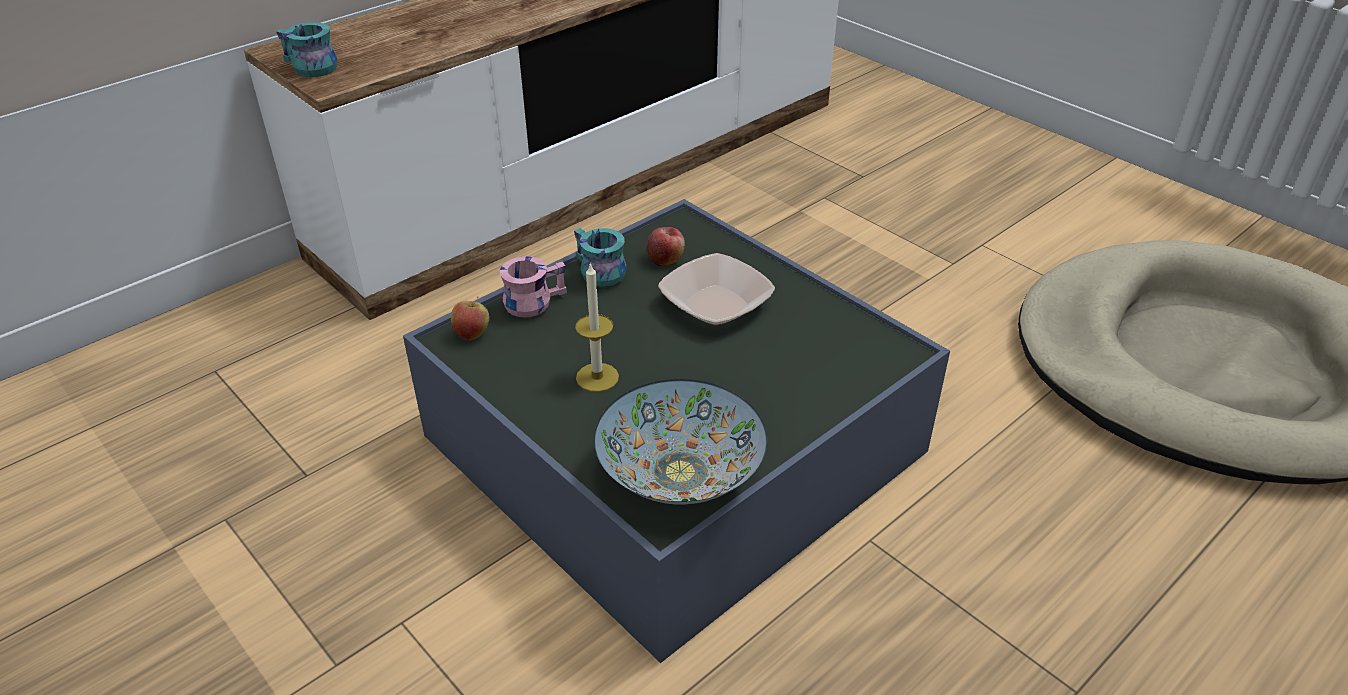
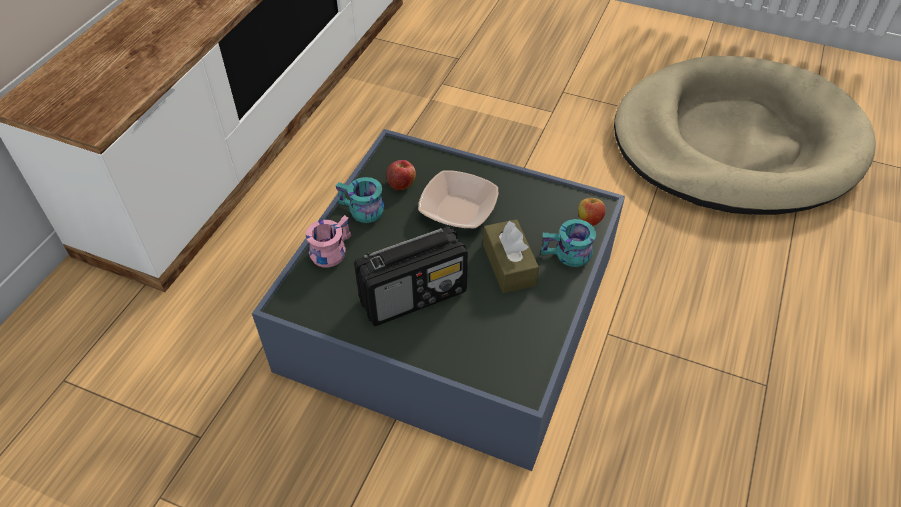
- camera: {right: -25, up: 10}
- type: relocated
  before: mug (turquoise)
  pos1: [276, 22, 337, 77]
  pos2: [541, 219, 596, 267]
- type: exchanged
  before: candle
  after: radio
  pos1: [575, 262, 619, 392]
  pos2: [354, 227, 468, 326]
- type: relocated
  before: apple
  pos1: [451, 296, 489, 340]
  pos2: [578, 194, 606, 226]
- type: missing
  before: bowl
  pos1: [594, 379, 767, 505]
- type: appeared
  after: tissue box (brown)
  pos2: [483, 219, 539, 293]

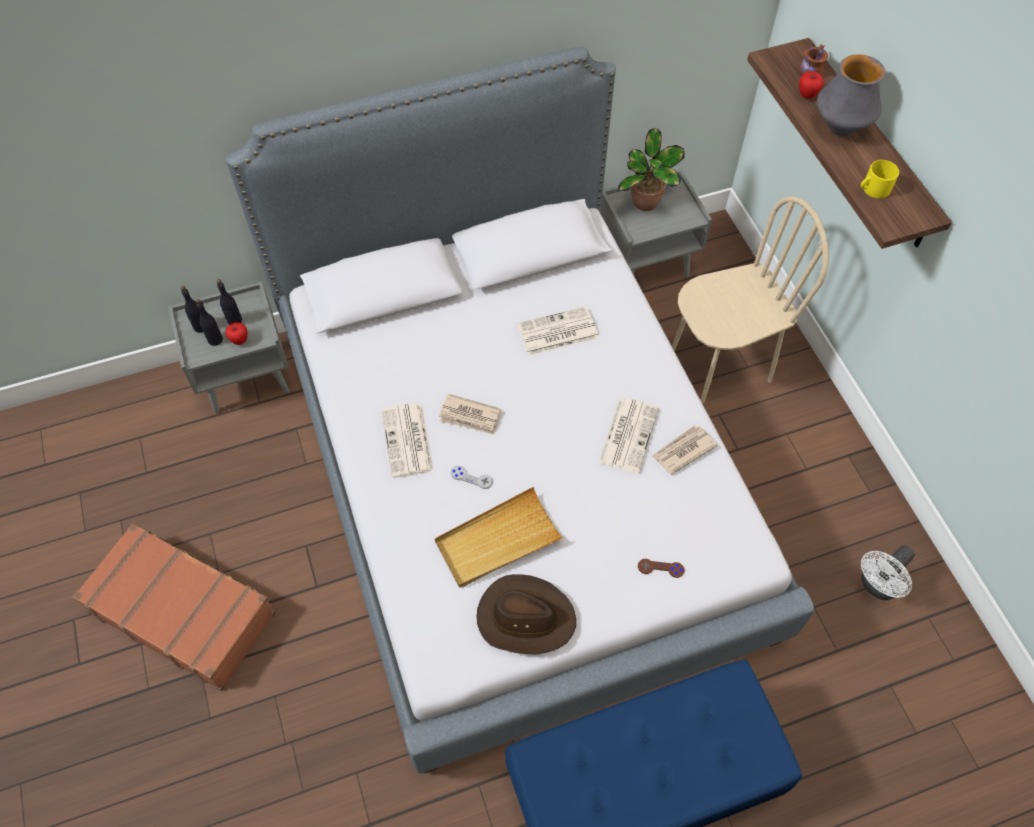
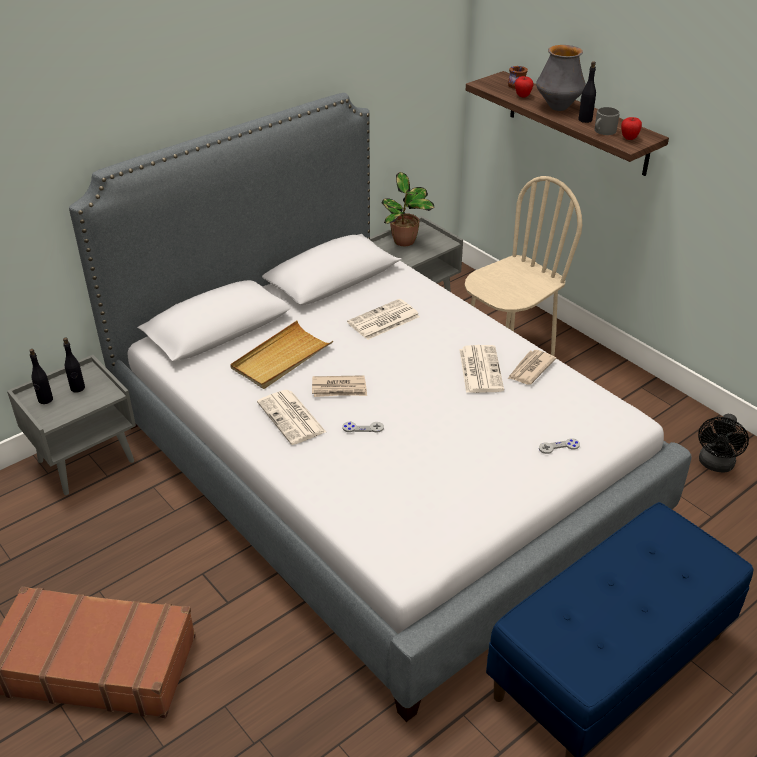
- camera: {right: -20, up: -20}
- type: colour
  before: mug (yellow)
  after: mug (grey)
  pos1: [861, 160, 899, 198]
  pos2: [595, 107, 620, 135]
- type: relocated
  before: bottle (black)
  pos1: [196, 299, 223, 346]
  pos2: [578, 61, 596, 123]
- type: relocated
  before: apple
  pos1: [225, 322, 248, 345]
  pos2: [621, 117, 642, 140]
- type: relocated
  before: tray (beige)
  pos1: [435, 487, 564, 588]
  pos2: [230, 321, 333, 389]
- type: colour
  before: fan (white)
  after: fan (black)
  pos1: [861, 545, 915, 600]
  pos2: [698, 414, 749, 473]
- type: colour
  before: game controller (brown)
  after: game controller (grey)
  pos1: [638, 559, 684, 578]
  pos2: [539, 438, 580, 454]
- type: missing
  before: hat (brown)
  pos1: [476, 574, 576, 655]

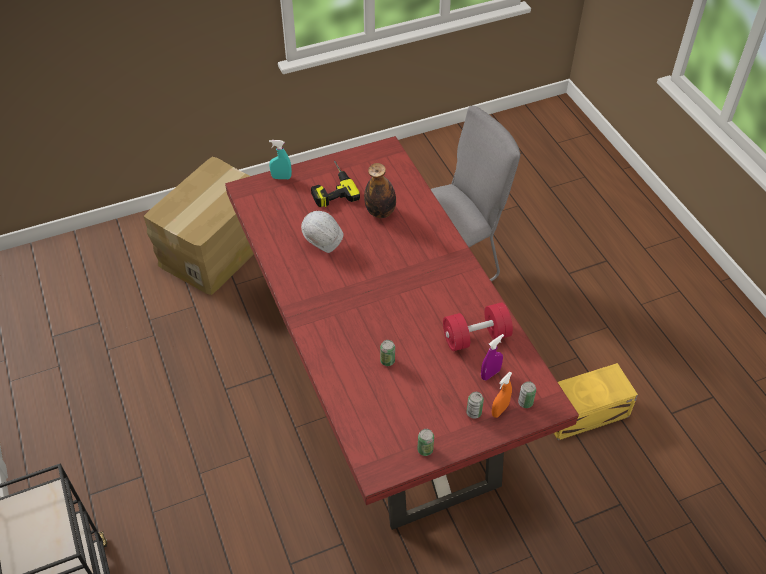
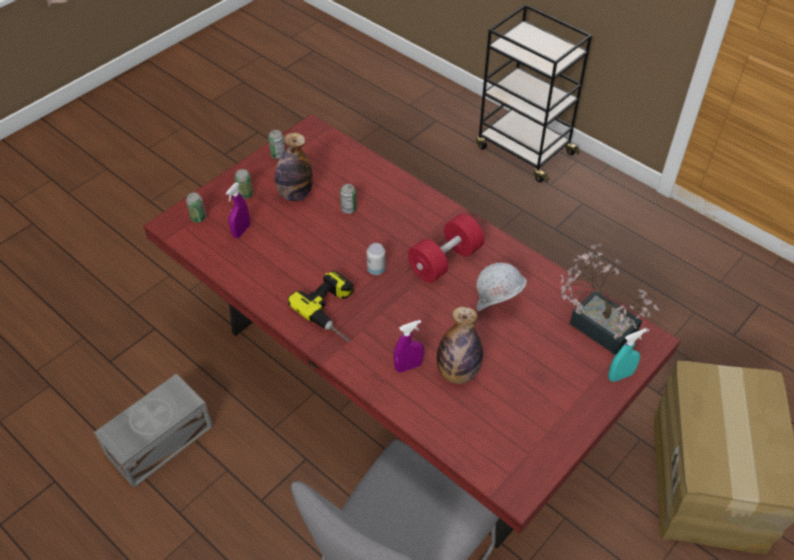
- camera: {right: 155, up: 0}
- type: relocated
  before: power drill
  pos1: [311, 161, 360, 207]
  pos2: [288, 271, 354, 342]
- type: relocated
  before: dumbbell (red)
  pos1: [443, 302, 513, 351]
  pos2: [407, 214, 484, 283]
- type: colour
  before: storage box (yellow)
  after: storage box (grey)
  pos1: [554, 363, 638, 440]
  pos2: [94, 374, 213, 488]
- type: missing
  before: spray bottle (orange)
  pos1: [492, 372, 512, 418]
- type: appeared
  after: bottle
  pos2: [275, 133, 313, 201]
- type: appeared
  after: can
  pos2: [367, 243, 386, 275]
- type: appeared
  after: potted plant
  pos2: [560, 244, 659, 355]
- type: appeared
  after: spray bottle (purple)
  pos2: [394, 320, 424, 373]

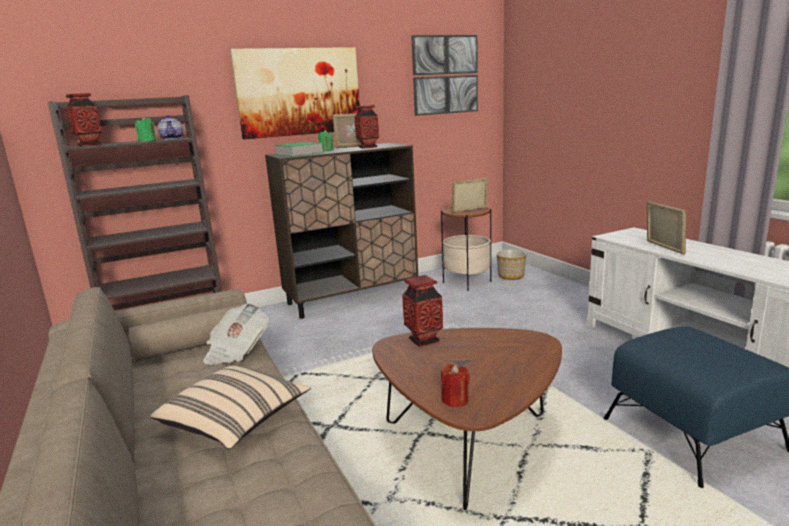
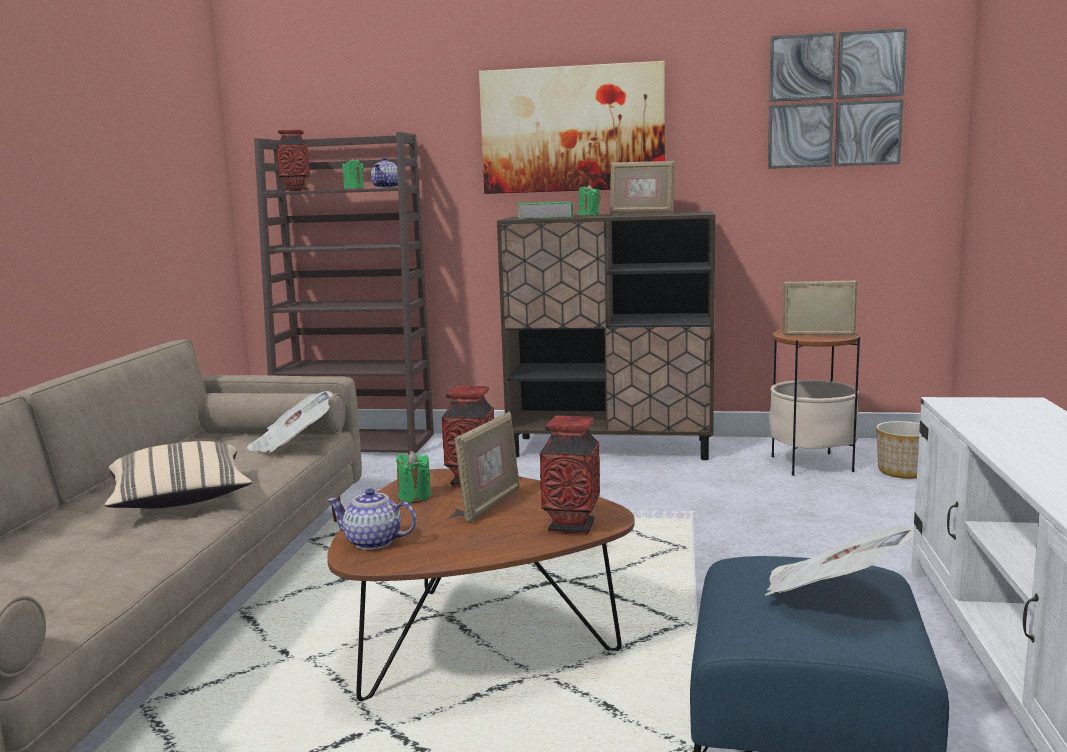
- camera: {right: 35, up: -5}
- type: relocated
  before: vase
  pos1: [354, 105, 379, 149]
  pos2: [540, 416, 600, 535]
- type: relocated
  before: picture frame
  pos1: [647, 201, 686, 255]
  pos2: [454, 411, 520, 524]
- type: exchanged
  before: candle (red)
  after: teapot
  pos1: [441, 364, 470, 407]
  pos2: [327, 488, 417, 550]
- type: appeared
  after: candle (green)
  pos2: [396, 451, 431, 503]
- type: appeared
  after: newspaper
  pos2: [765, 525, 914, 596]

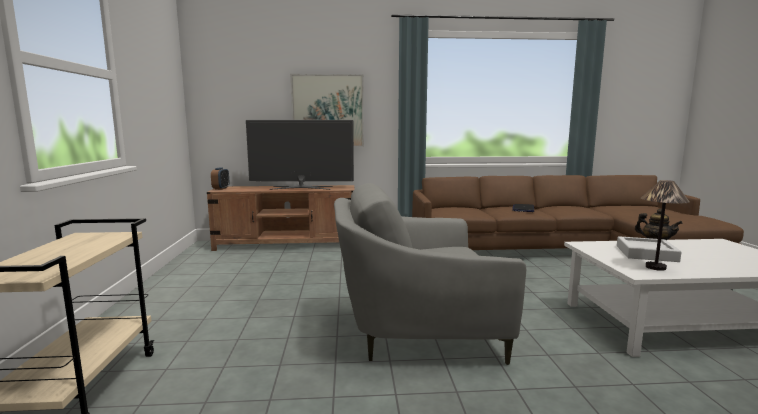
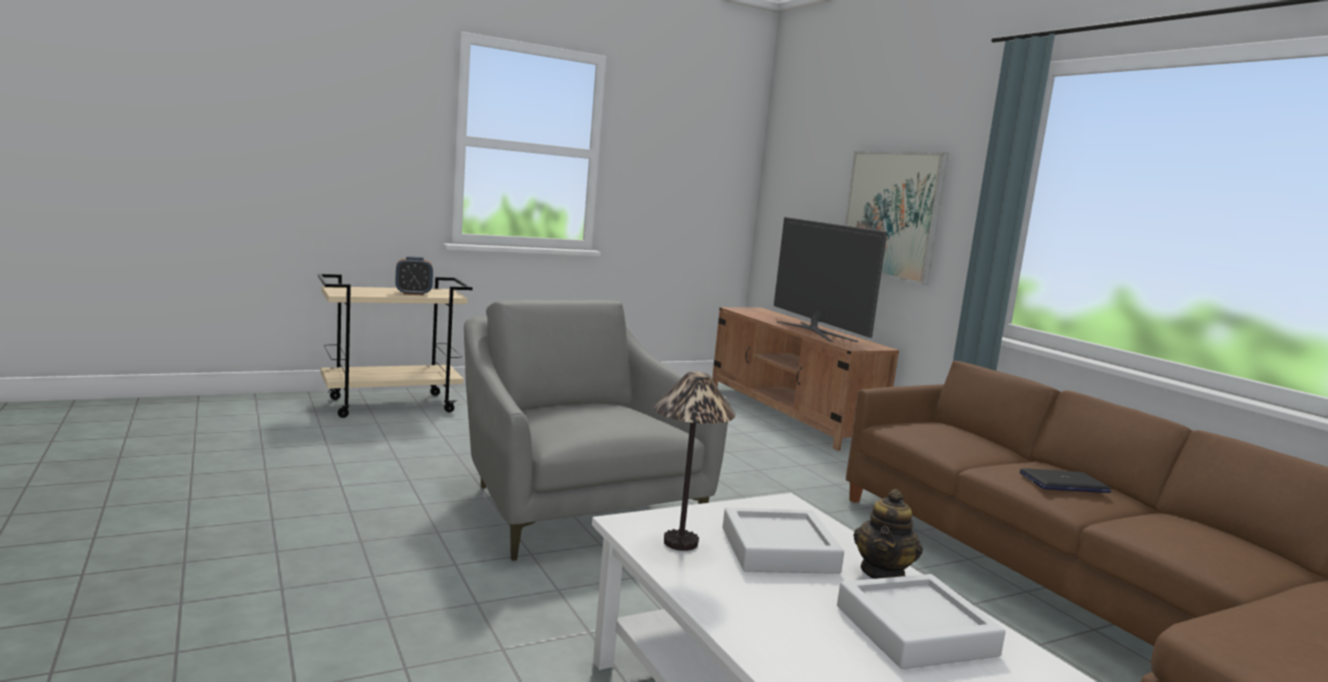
- camera: {right: 65, up: 0}
- type: relocated
  before: alarm clock
  pos1: [211, 167, 229, 190]
  pos2: [395, 256, 433, 296]
- type: appeared
  after: tray (grey)
  pos2: [837, 574, 1006, 669]

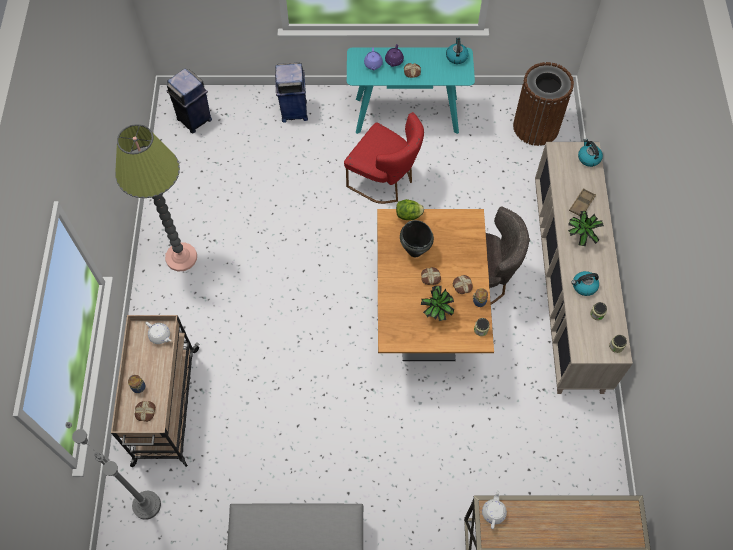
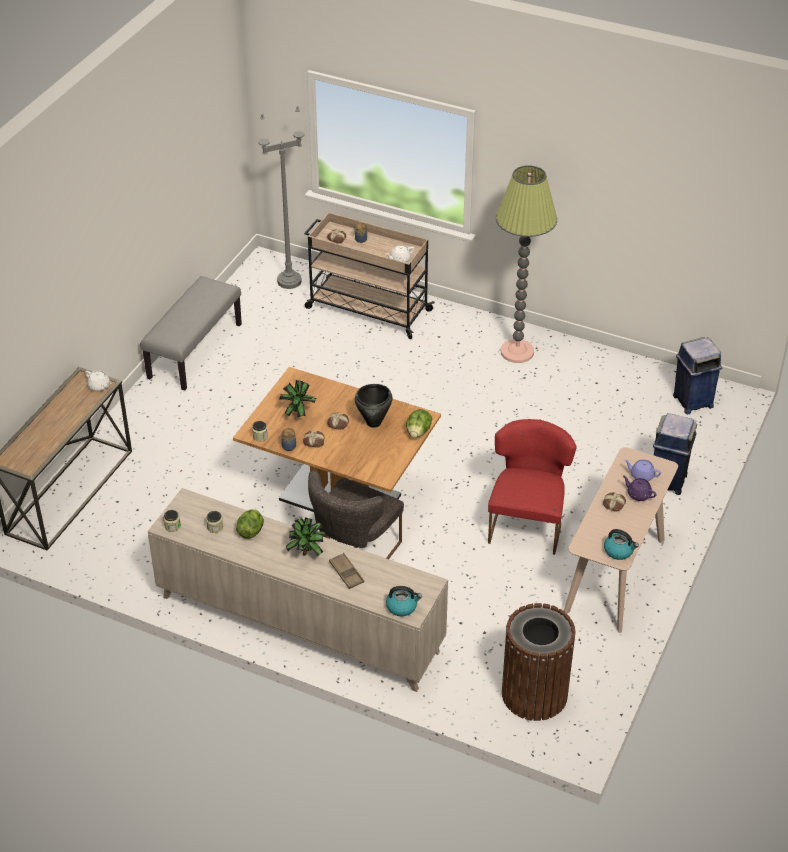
- camera: {right: 115, up: -20}
- type: colour
  before: console table (turquoise)
  after: console table (beige)
  pos1: [347, 48, 475, 134]
  pos2: [564, 447, 678, 633]
- type: spun
  before: chair (red)
  pos1: [344, 112, 424, 204]
  pos2: [488, 419, 576, 555]
  turn: 135
- type: exchanged
  before: kettle
  after: lettuce
  pos1: [571, 271, 599, 296]
  pos2: [236, 509, 264, 539]

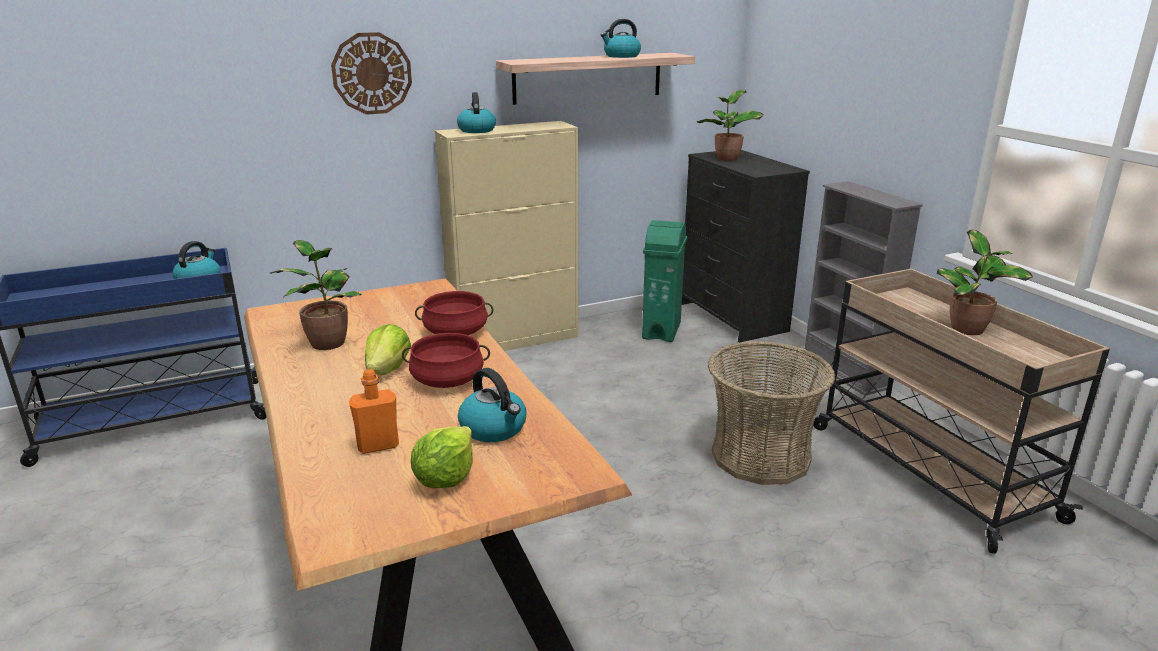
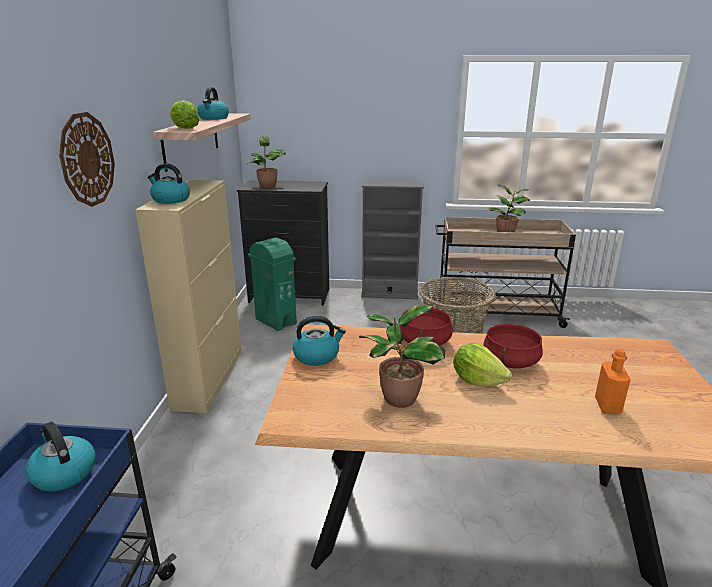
- camera: {right: -60, up: 0}
- type: relocated
  before: kettle
  pos1: [458, 368, 527, 442]
  pos2: [292, 316, 346, 366]
- type: relocated
  before: lettuce
  pos1: [411, 426, 473, 488]
  pos2: [170, 100, 200, 129]

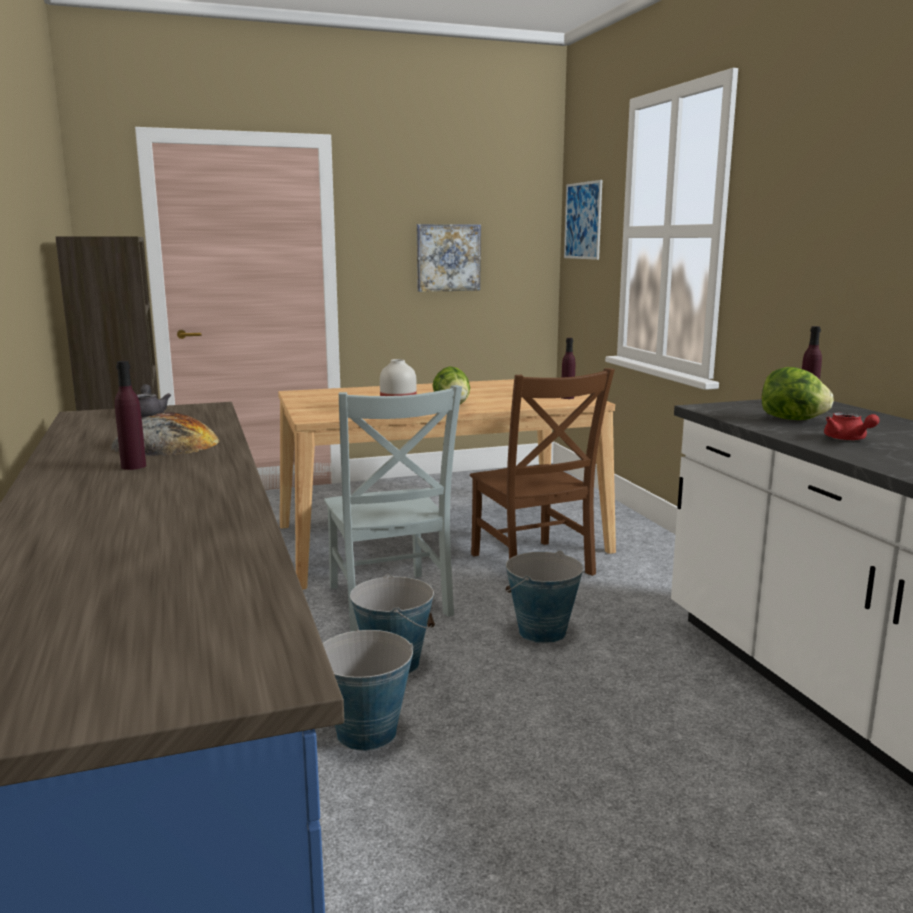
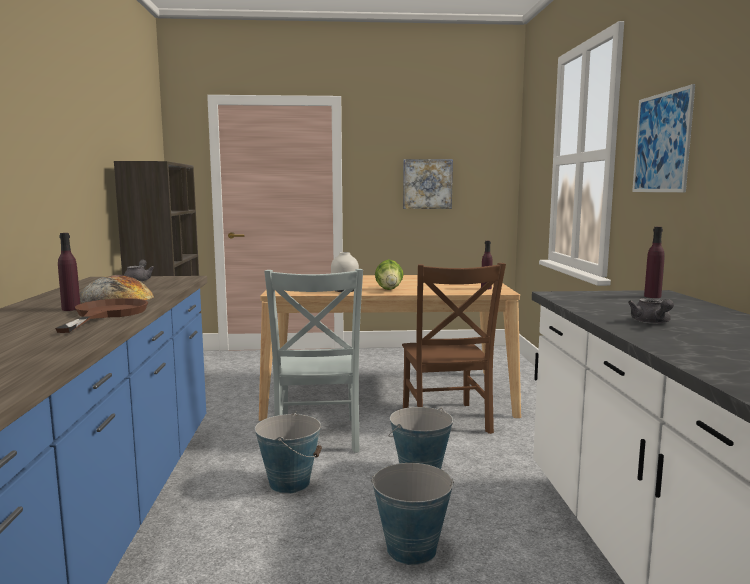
- camera: {right: 15, up: -5}
- type: relocated
  before: picture
  pos1: [564, 180, 602, 260]
  pos2: [632, 84, 695, 192]
- type: missing
  before: lettuce
  pos1: [762, 367, 834, 420]
- type: colour
  before: teapot (red)
  after: teapot (grey)
  pos1: [824, 412, 880, 441]
  pos2: [628, 298, 674, 324]
- type: relocated
  before: bucket
  pos1: [323, 630, 414, 751]
  pos2: [371, 463, 454, 565]
- type: appeared
  after: frying pan (brown)
  pos2: [55, 298, 148, 333]

